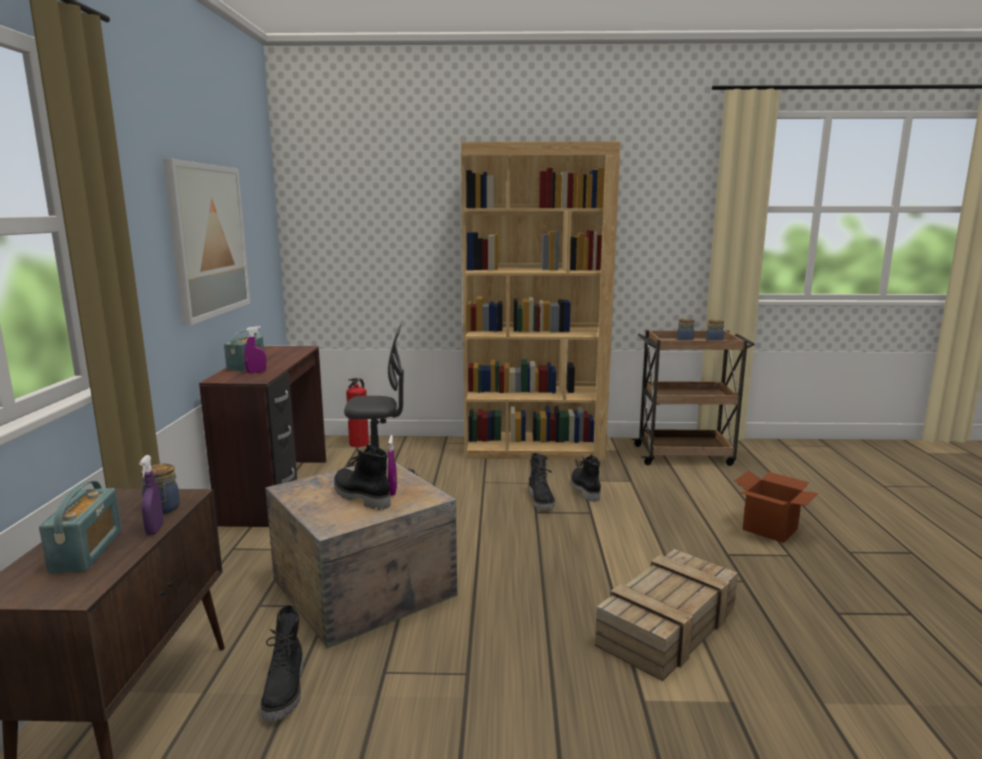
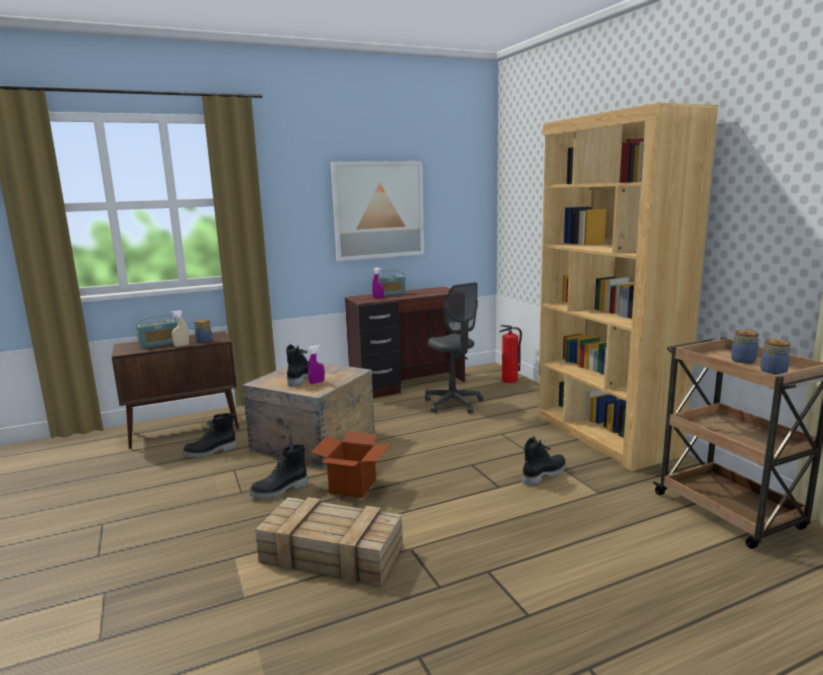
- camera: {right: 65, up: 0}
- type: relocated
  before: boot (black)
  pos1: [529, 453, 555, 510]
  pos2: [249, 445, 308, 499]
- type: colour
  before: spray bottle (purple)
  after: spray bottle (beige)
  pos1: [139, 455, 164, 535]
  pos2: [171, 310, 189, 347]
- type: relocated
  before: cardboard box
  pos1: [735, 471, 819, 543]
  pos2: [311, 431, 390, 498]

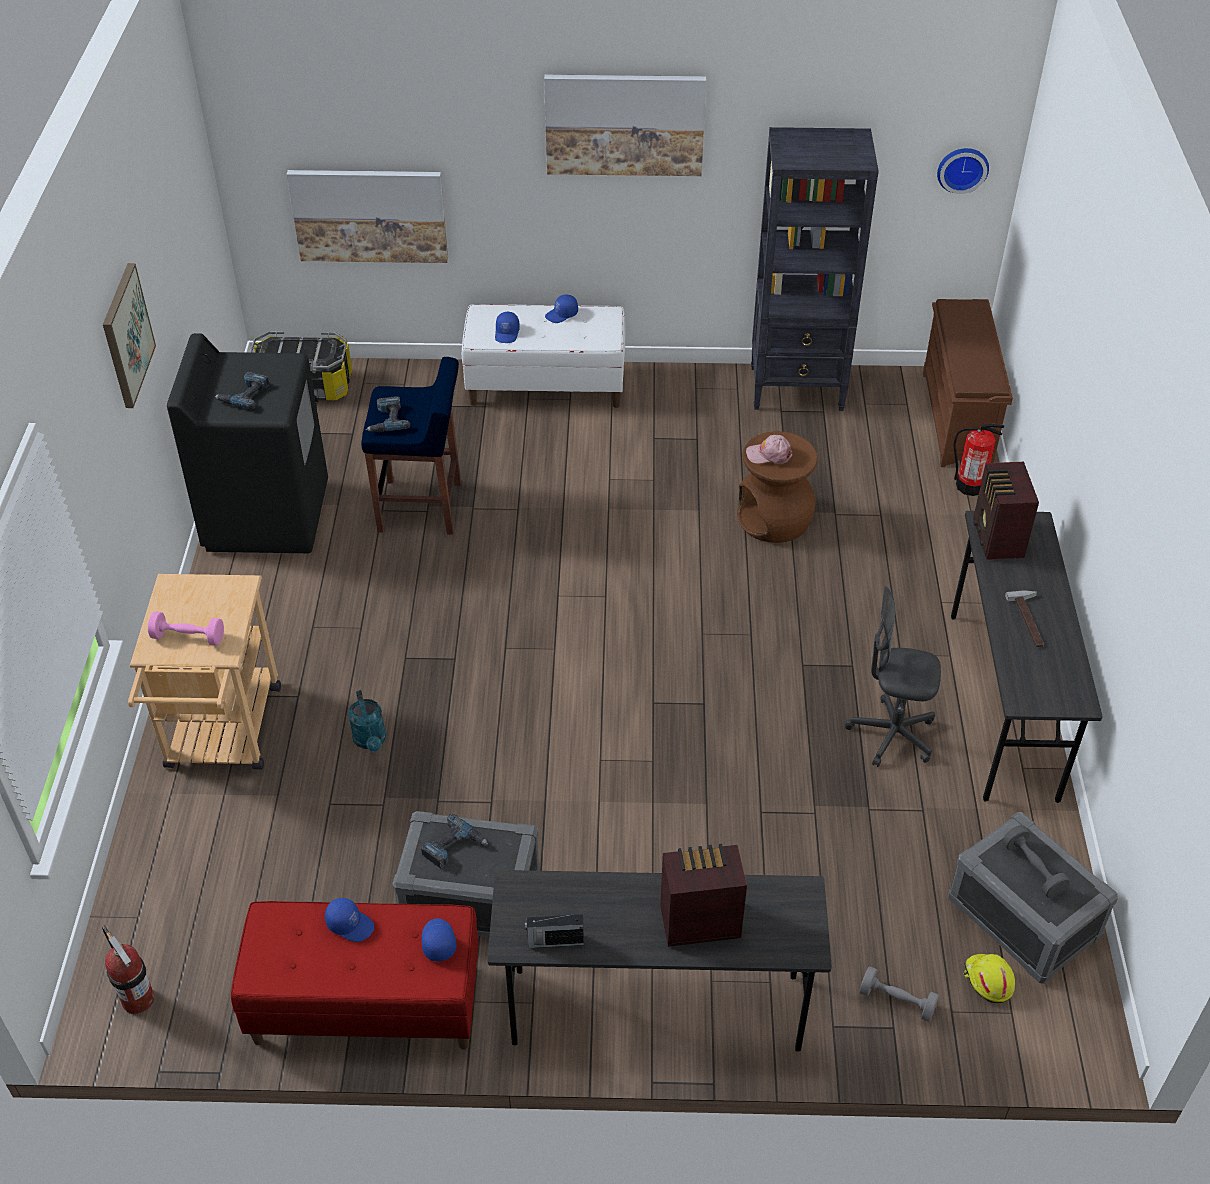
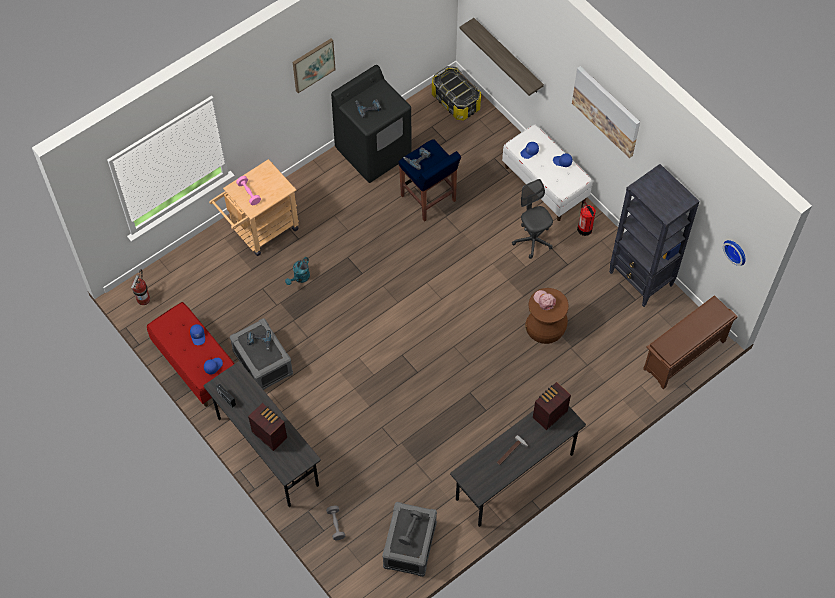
- camera: {right: 50, up: 15}
- type: exchanged
  before: picture
  after: shelf
  pos1: [287, 170, 448, 263]
  pos2: [460, 18, 544, 96]
- type: relocated
  before: fire extinguisher
  pos1: [953, 424, 1004, 496]
  pos2: [577, 201, 596, 236]
- type: relocated
  before: office chair (grey)
  pos1: [845, 587, 941, 767]
  pos2: [512, 179, 553, 259]
- type: missing
  before: hard hat (yellow)
  pos1: [964, 954, 1015, 1003]

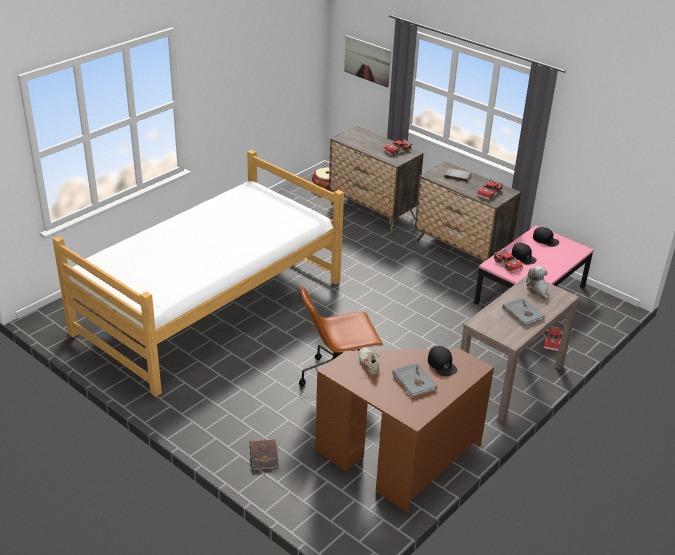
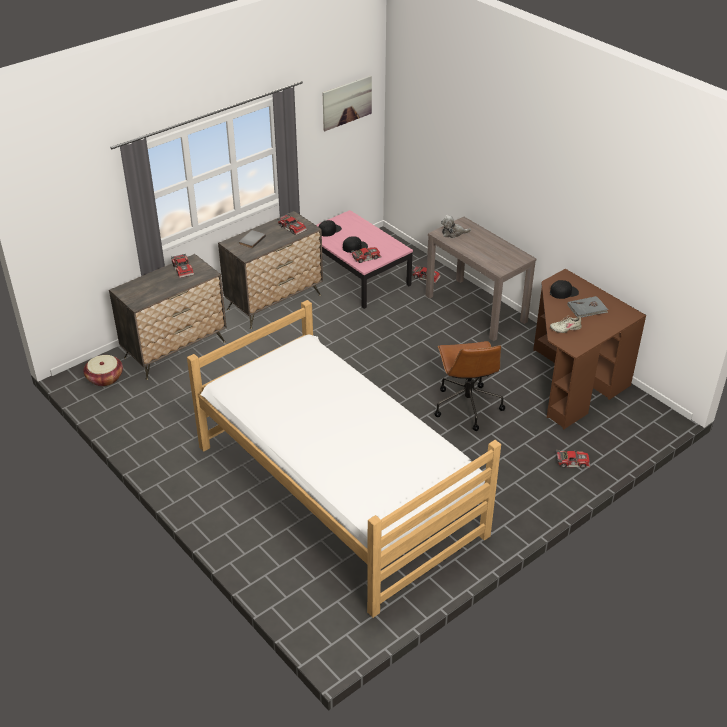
- camera: {right: -80, up: 5}
- type: relocated
  before: picture
  pos1: [344, 35, 391, 87]
  pos2: [323, 75, 372, 131]
- type: missing
  before: book (grey)
  pos1: [502, 298, 545, 326]
- type: exchanged
  before: book (brown)
  after: toy car
  pos1: [250, 439, 279, 471]
  pos2: [556, 450, 590, 468]

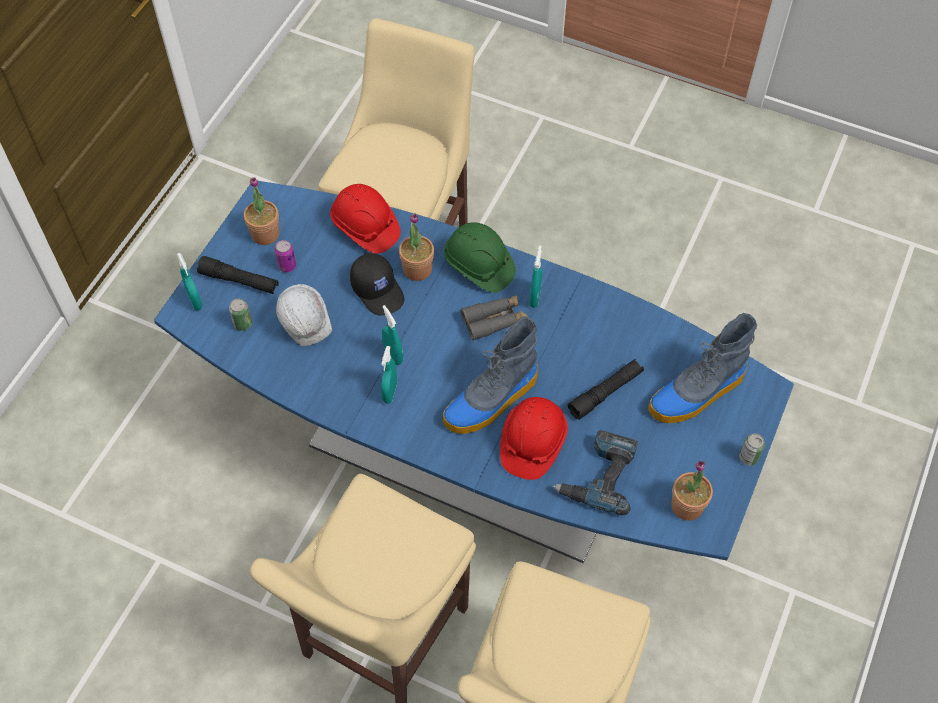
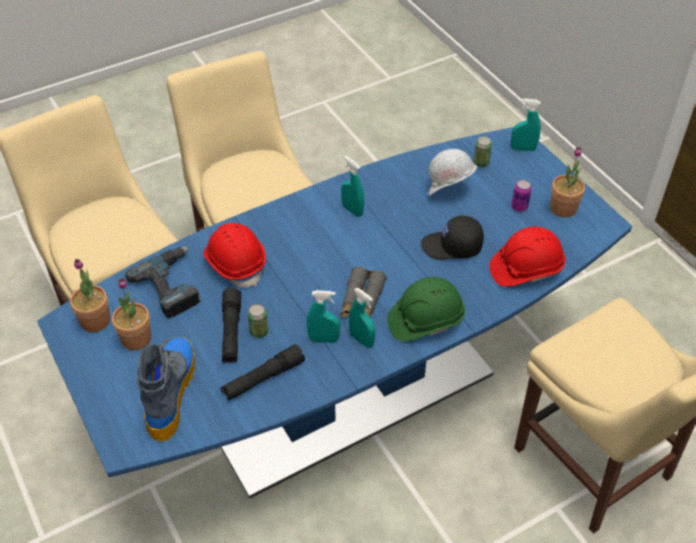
- camera: {right: 125, up: -10}
- type: relocated
  before: potted plant
  pos1: [399, 213, 434, 281]
  pos2: [112, 278, 151, 350]
- type: relocated
  before: flashlight (black)
  pos1: [197, 256, 279, 294]
  pos2: [220, 344, 305, 401]
- type: relocated
  before: spray bottle (turquoise)
  pos1: [382, 305, 403, 365]
  pos2: [307, 290, 340, 343]
- type: missing
  before: boot
  pos1: [443, 317, 538, 434]
- type: relocated
  before: can
  pos1: [739, 433, 765, 466]
  pos2: [248, 304, 269, 338]

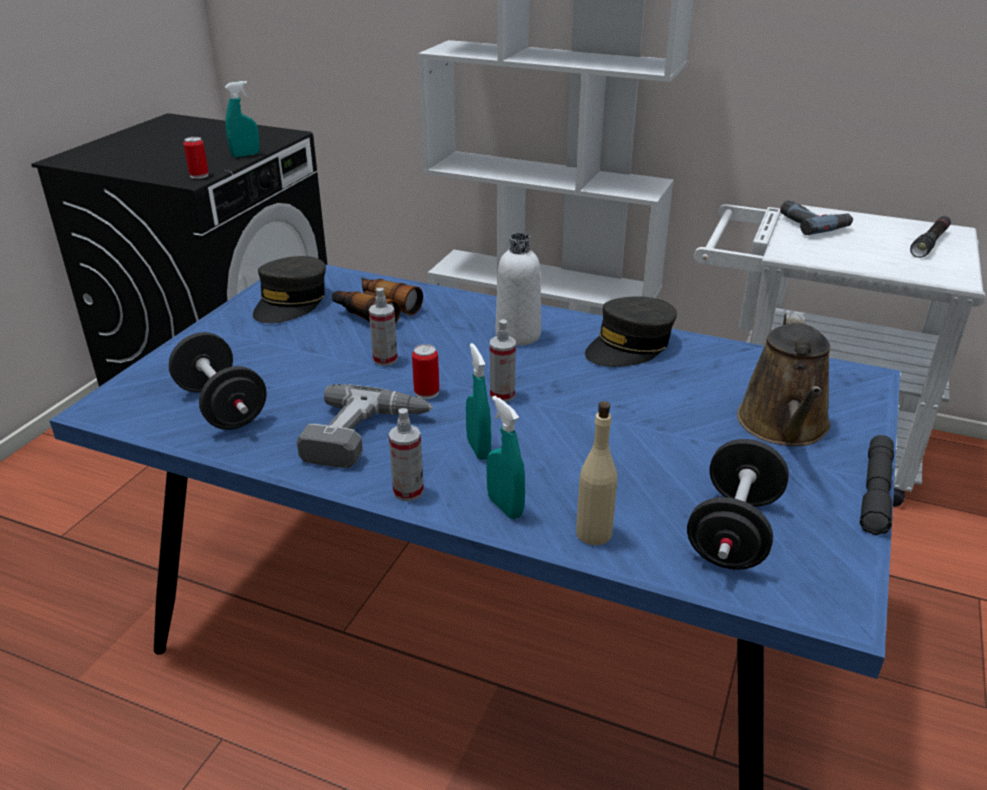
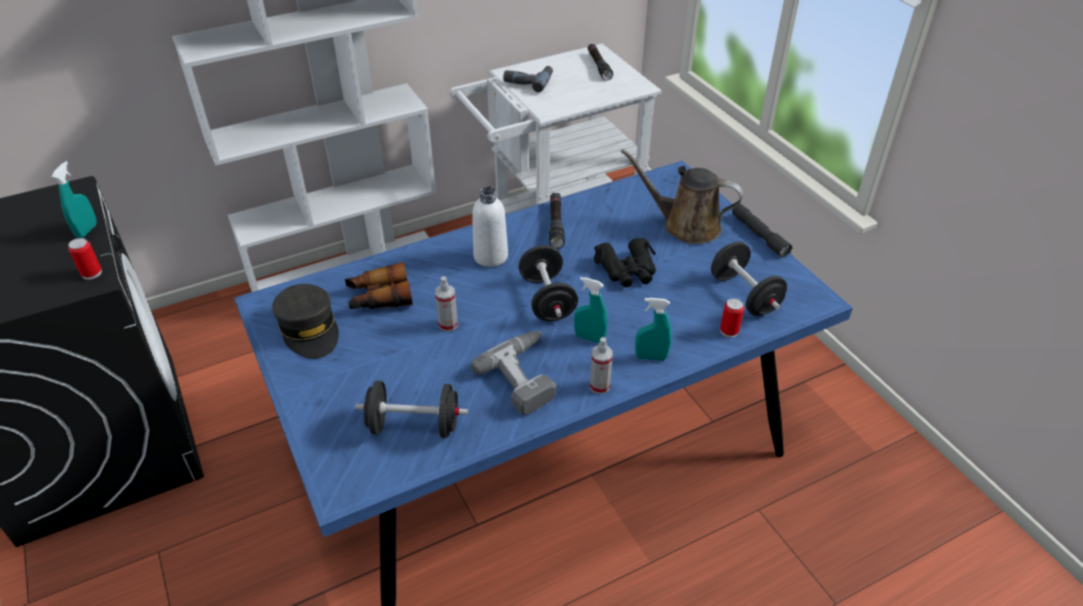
- camera: {right: -50, up: 10}
- type: exchanged
  before: cap (grey)
  after: flashlight (black)
  pos1: [585, 296, 677, 367]
  pos2: [549, 193, 565, 248]
- type: spun
  before: watering can (brown)
  pos1: [737, 313, 830, 446]
  pos2: [621, 149, 743, 244]
  turn: 150
- type: exchanged
  before: spray bottle
  after: dumbbell (black)
  pos1: [490, 319, 516, 402]
  pos2: [518, 245, 578, 321]
- type: relocated
  before: can
  pos1: [412, 344, 439, 399]
  pos2: [720, 298, 744, 338]
- type: missing
  before: bottle (beige)
  pos1: [576, 401, 617, 545]
- type: appeared
  after: binoculars (black)
  pos2: [594, 238, 656, 287]

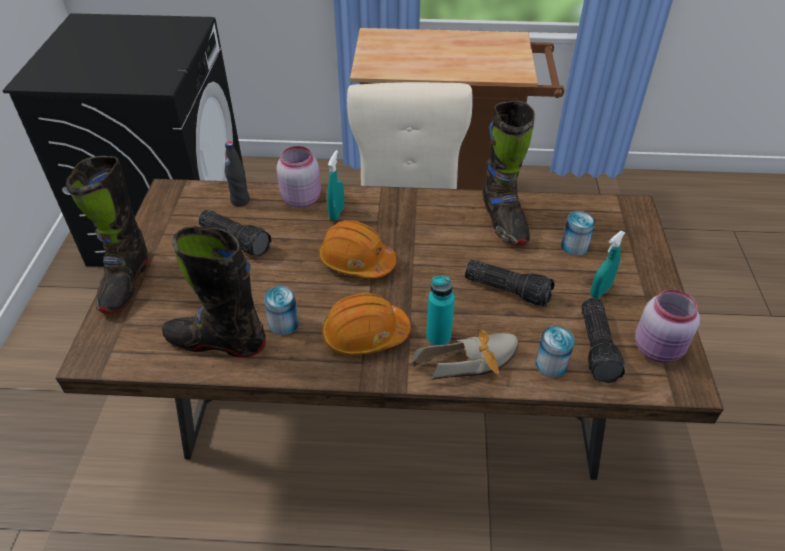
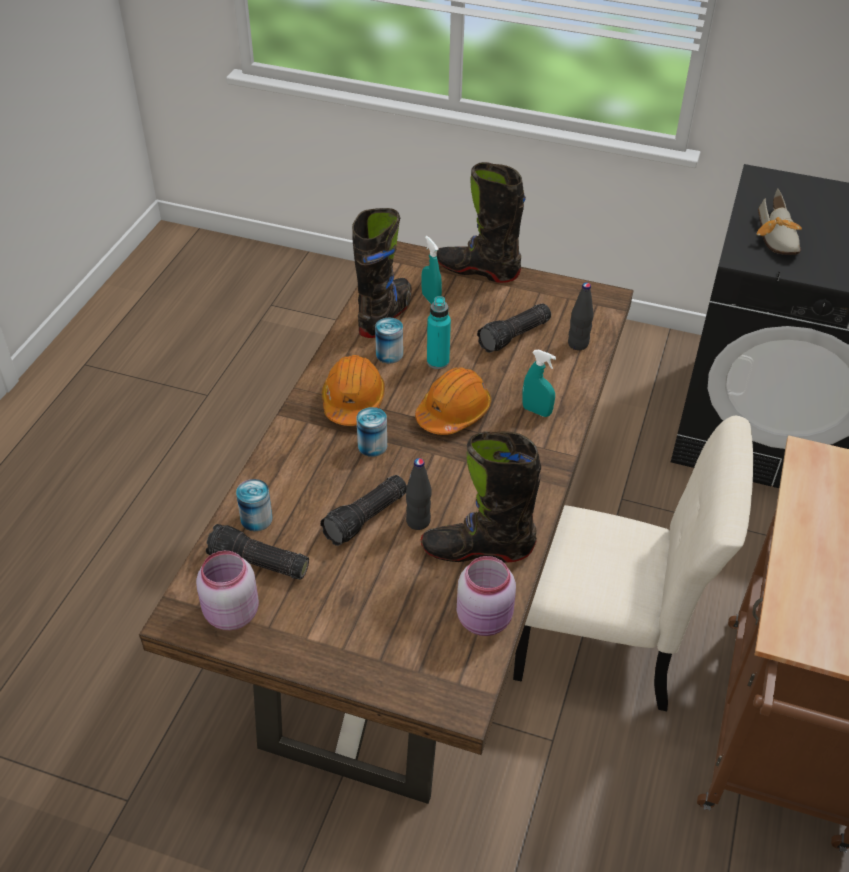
- camera: {right: 105, up: 0}
- type: relocated
  before: jar (pink)
  pos1: [276, 146, 321, 208]
  pos2: [457, 556, 516, 636]
- type: relocated
  before: can
  pos1: [561, 211, 595, 256]
  pos2: [356, 407, 387, 457]
- type: relocated
  before: spray bottle (turquoise)
  pos1: [590, 231, 625, 298]
  pos2: [422, 236, 442, 304]
- type: relocated
  before: bottle (turquoise)
  pos1: [426, 275, 455, 346]
  pos2: [427, 296, 451, 369]
- type: relocated
  before: shoe
  pos1: [412, 329, 519, 380]
  pos2: [756, 189, 802, 255]
- type: appeared
  after: bottle (black)
  pos2: [406, 458, 432, 530]

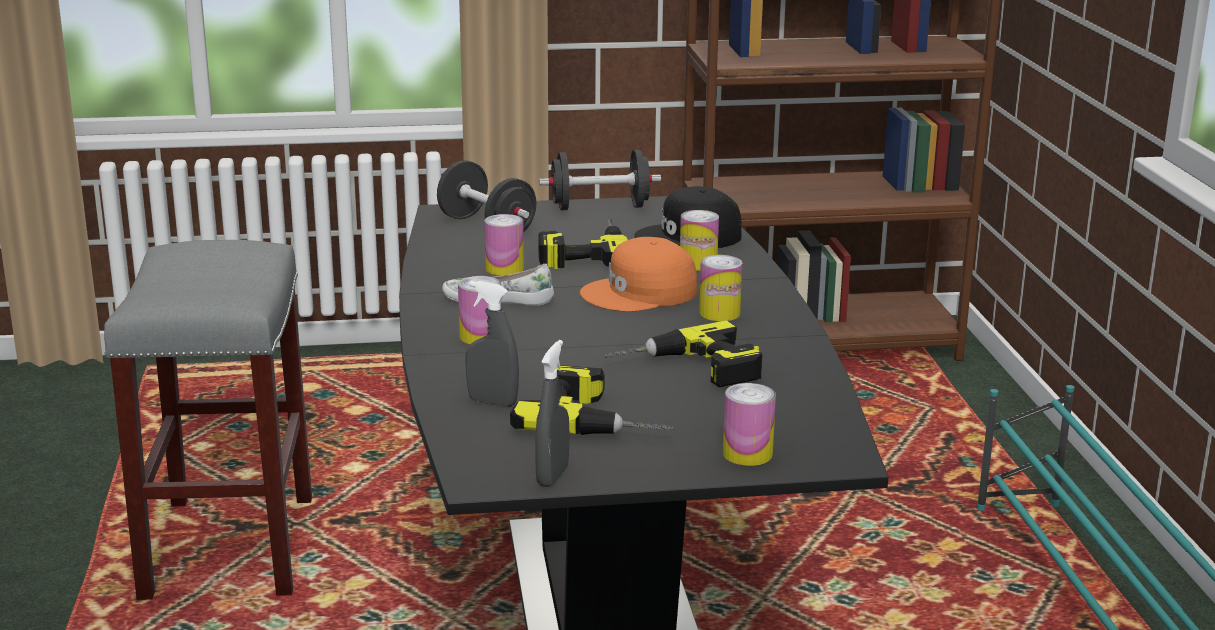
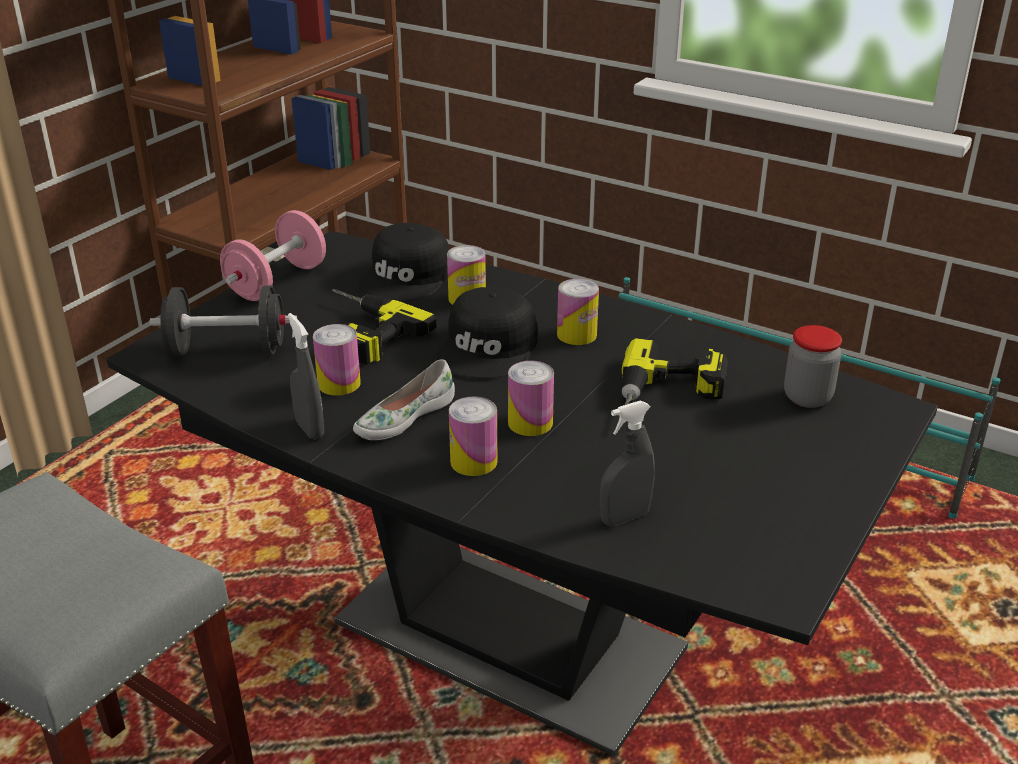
- camera: {right: -50, up: 10}
- type: colour
  before: dumbbell (black)
  after: dumbbell (pink)
  pos1: [539, 150, 661, 210]
  pos2: [220, 210, 326, 301]
- type: colour
  before: cap (orange)
  after: cap (black)
  pos1: [580, 237, 697, 312]
  pos2: [436, 287, 538, 379]
- type: relocated
  before: spray bottle (grey)
  pos1: [535, 340, 569, 487]
  pos2: [288, 313, 324, 439]
- type: missing
  before: power drill
  pos1: [510, 365, 673, 435]
- type: relocated
  before: can
  pos1: [723, 383, 776, 466]
  pos2: [508, 361, 554, 436]
- type: appeared
  after: jar
  pos2: [784, 325, 842, 408]

